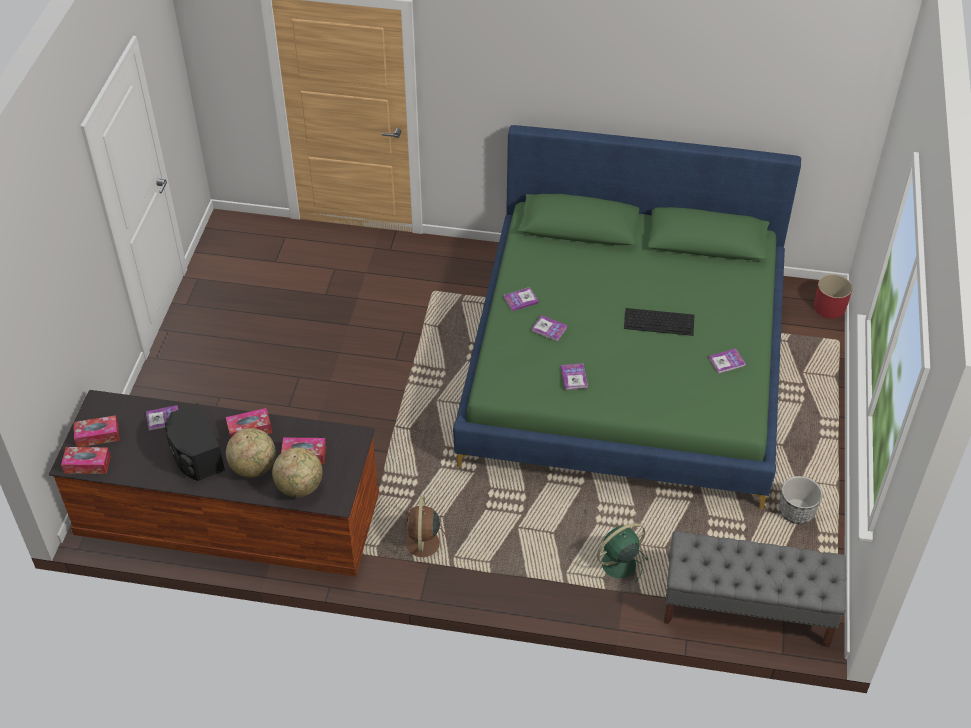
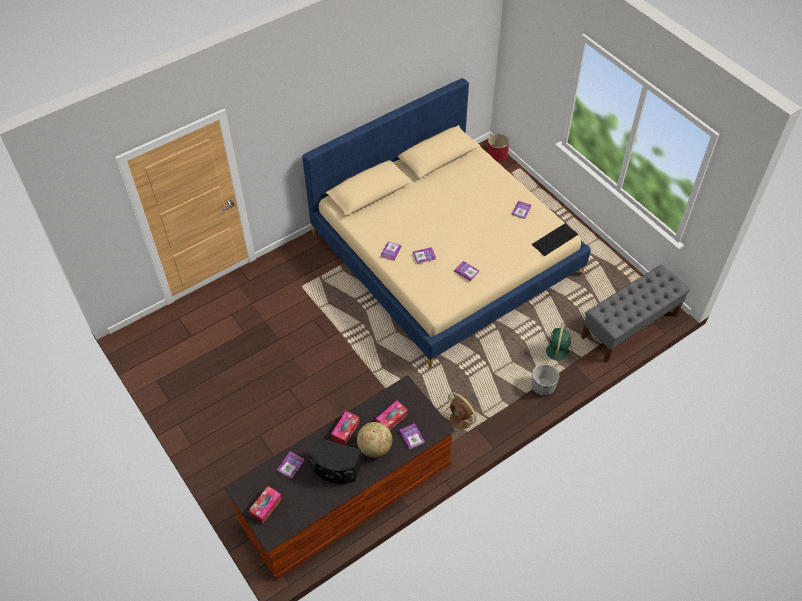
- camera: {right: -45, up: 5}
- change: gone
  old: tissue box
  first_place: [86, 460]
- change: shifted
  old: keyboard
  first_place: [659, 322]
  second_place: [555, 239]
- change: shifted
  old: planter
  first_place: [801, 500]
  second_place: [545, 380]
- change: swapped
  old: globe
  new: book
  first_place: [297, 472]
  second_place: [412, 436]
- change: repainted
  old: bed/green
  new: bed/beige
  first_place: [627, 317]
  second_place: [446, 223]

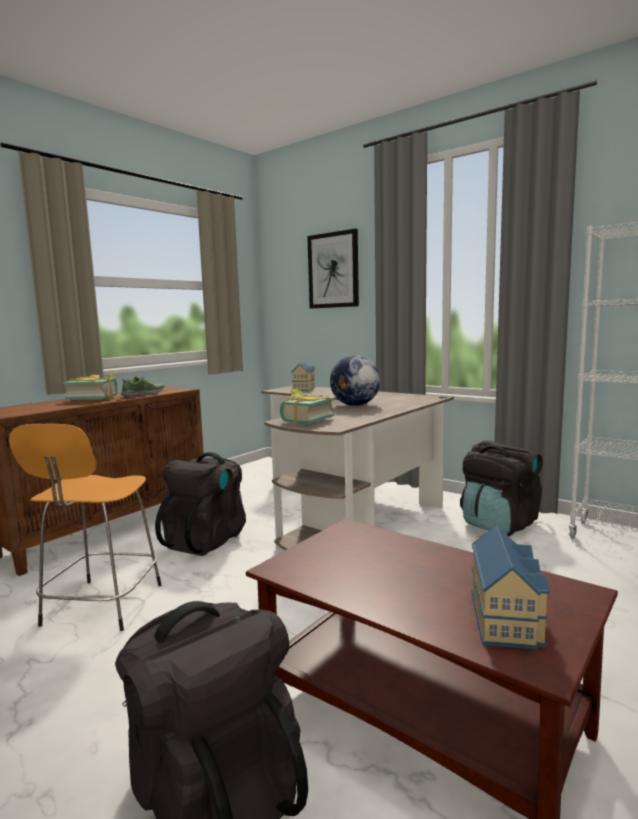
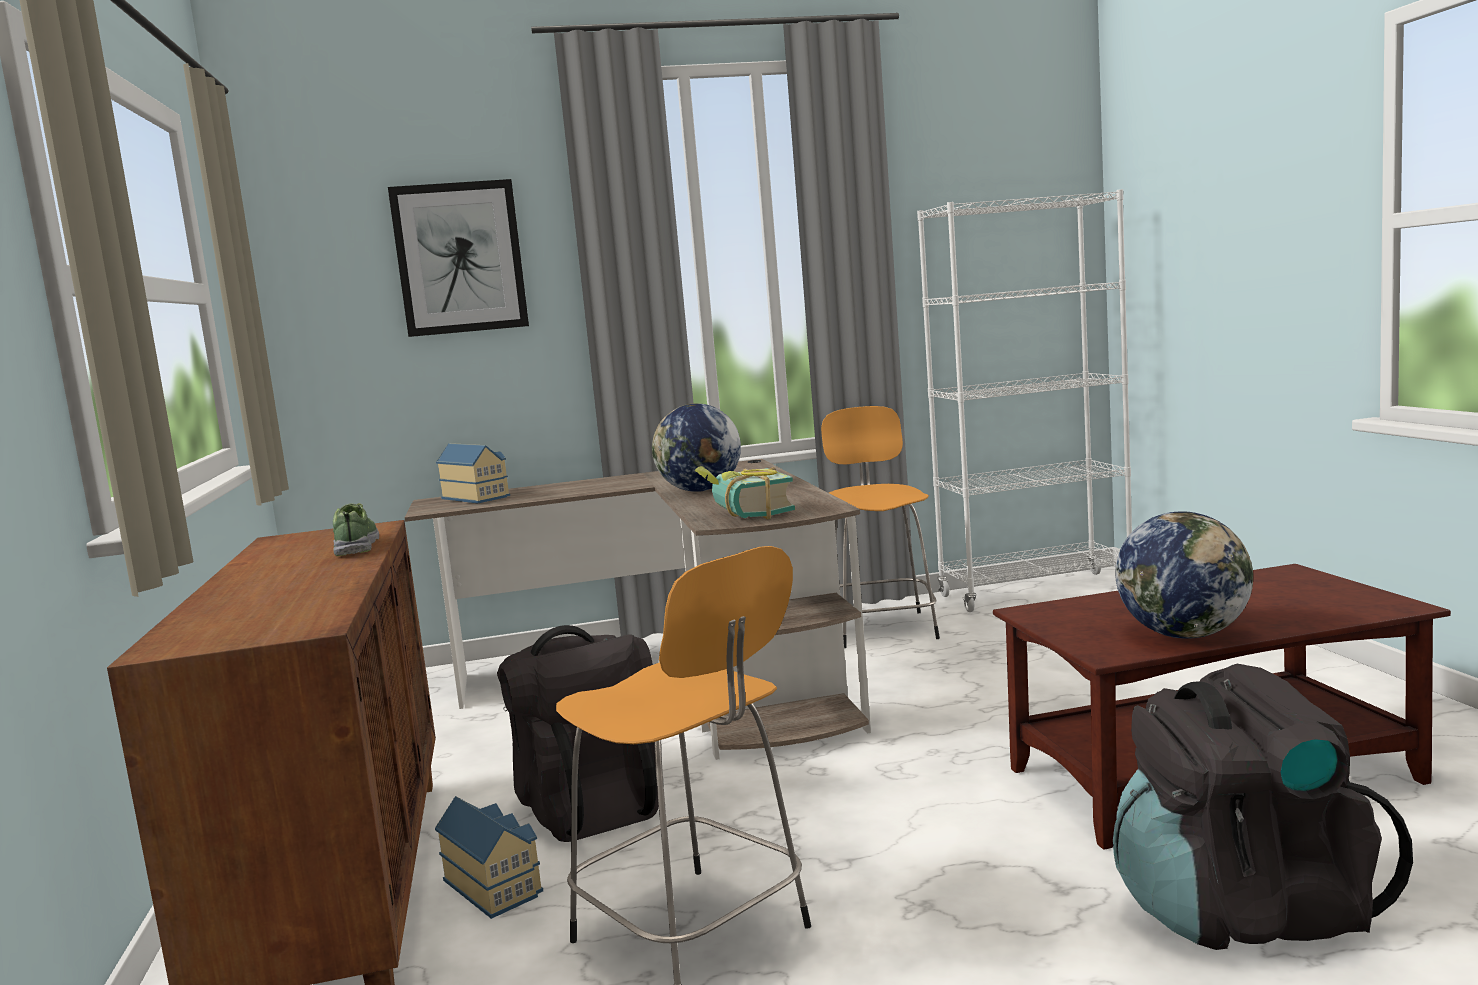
- camera: {right: -50, up: 0}
- change: gone
  old: book
  first_place: [90, 385]
- change: new
  new: globe
  second_place: [1184, 575]
- change: shifted
  old: toy house
  first_place: [510, 587]
  second_place: [489, 857]
- change: swapped
  old: backpack/black
  new: stool/orange
  first_place: [501, 488]
  second_place: [880, 527]

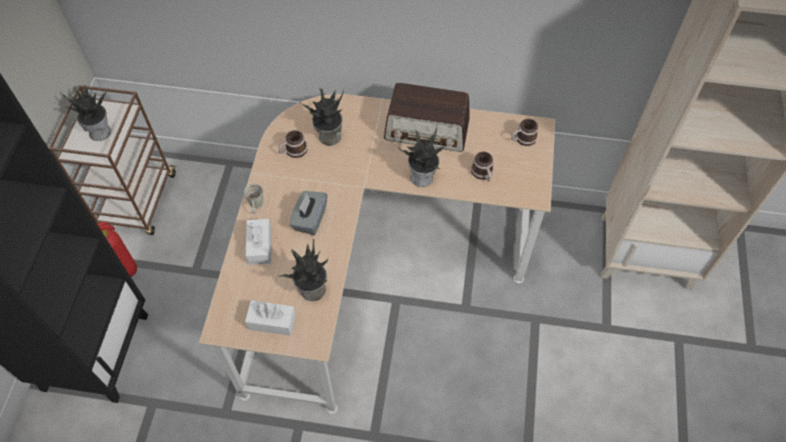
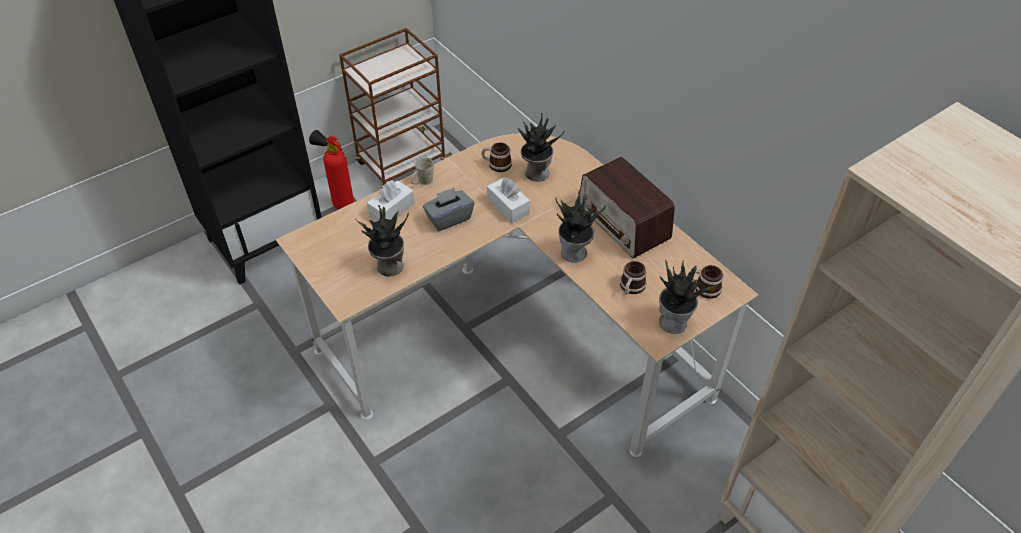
- camera: {right: 45, up: -10}
- change: shifted
  old: potted plant
  first_place: [86, 113]
  second_place: [688, 297]
- change: shifted
  old: tissue box/white
  first_place: [270, 318]
  second_place: [508, 200]

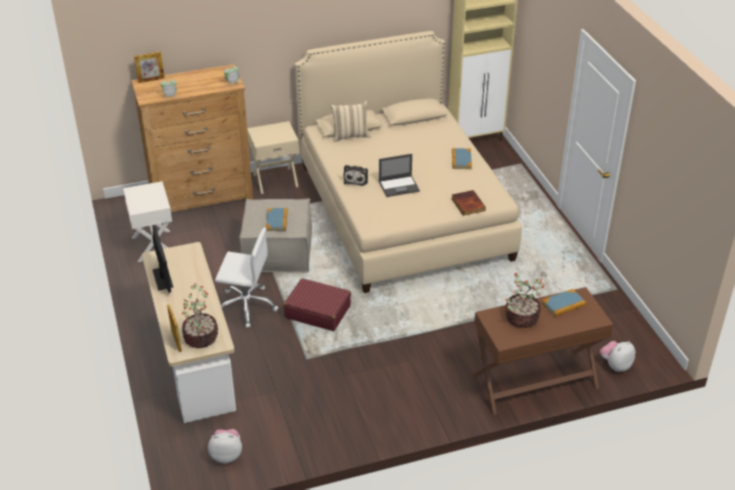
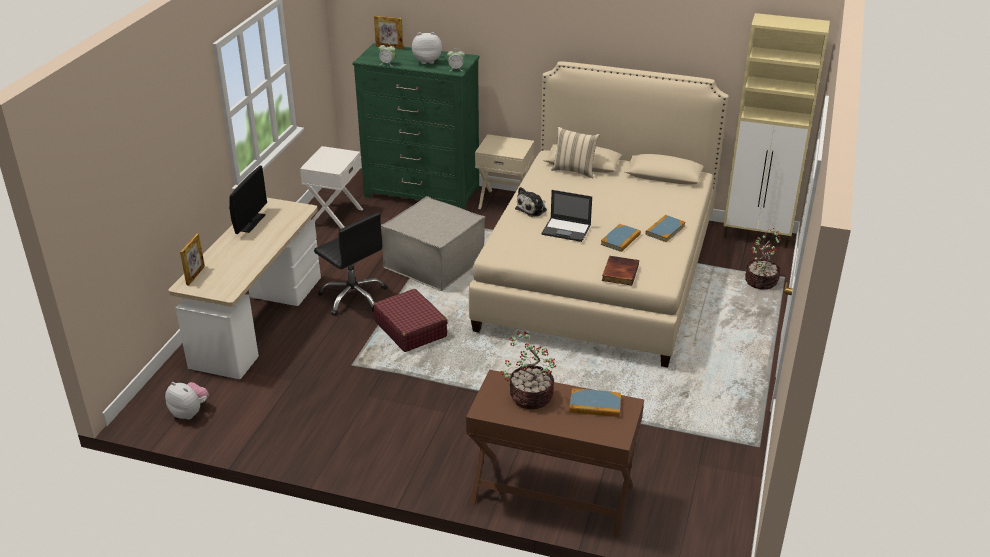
- camera: {right: 35, up: -5}
- change: shifted
  old: potted plant
  first_place: [200, 315]
  second_place: [763, 259]
- change: shifted
  old: book
  first_place: [276, 219]
  second_place: [621, 238]
- change: shifted
  old: plush toy
  first_place: [617, 356]
  second_place: [427, 48]
- change: repainted
  old: dresser/brown
  new: dresser/green
  first_place: [192, 138]
  second_place: [416, 126]
- change: repainted
  old: office chair/white
  new: office chair/black
  first_place: [246, 278]
  second_place: [350, 264]

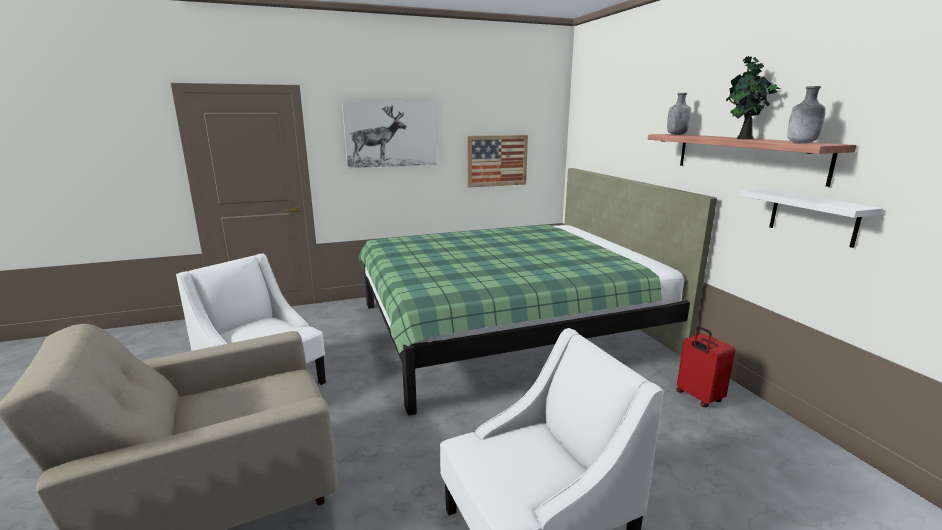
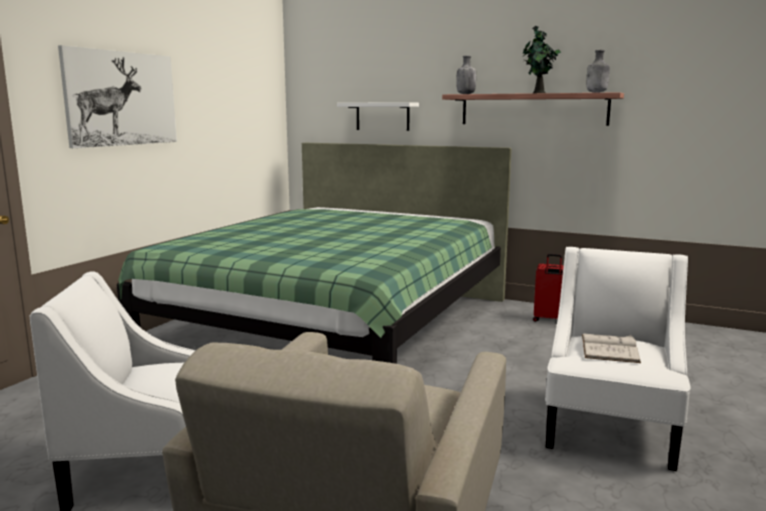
- camera: {right: -45, up: -5}
- change: gone
  old: picture
  first_place: [497, 161]
- change: new
  new: book/white
  second_place: [611, 348]
- change: shifted
  old: shelf/white
  first_place: [811, 218]
  second_place: [378, 116]

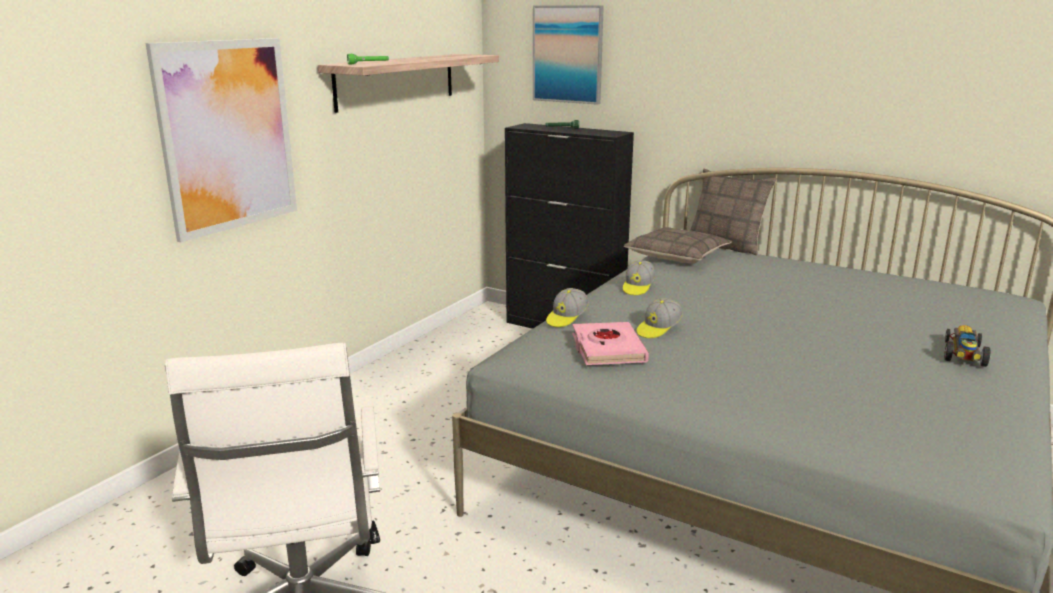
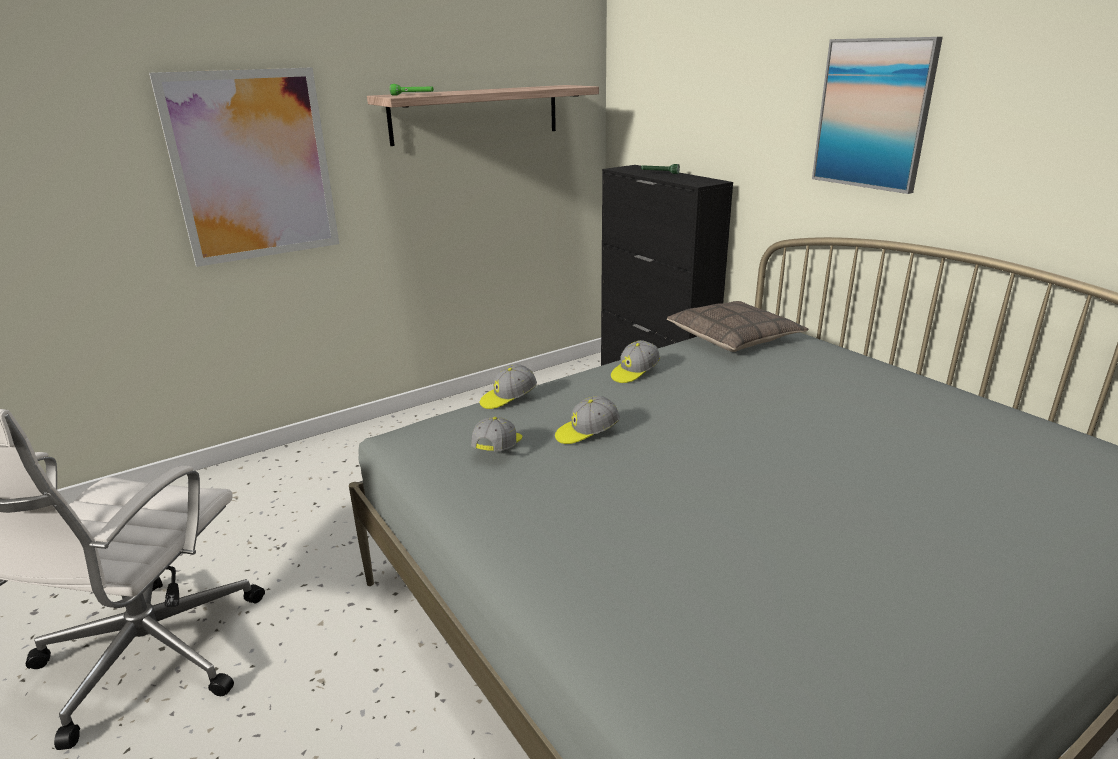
- camera: {right: 25, up: 5}
- change: gone
  old: pillow
  first_place: [733, 212]
- change: gone
  old: toy car
  first_place: [967, 346]
- change: shifted
  old: picture
  first_place: [568, 55]
  second_place: [877, 115]
- change: swapped
  old: book/pink
  new: cap
  first_place: [610, 343]
  second_place: [496, 434]

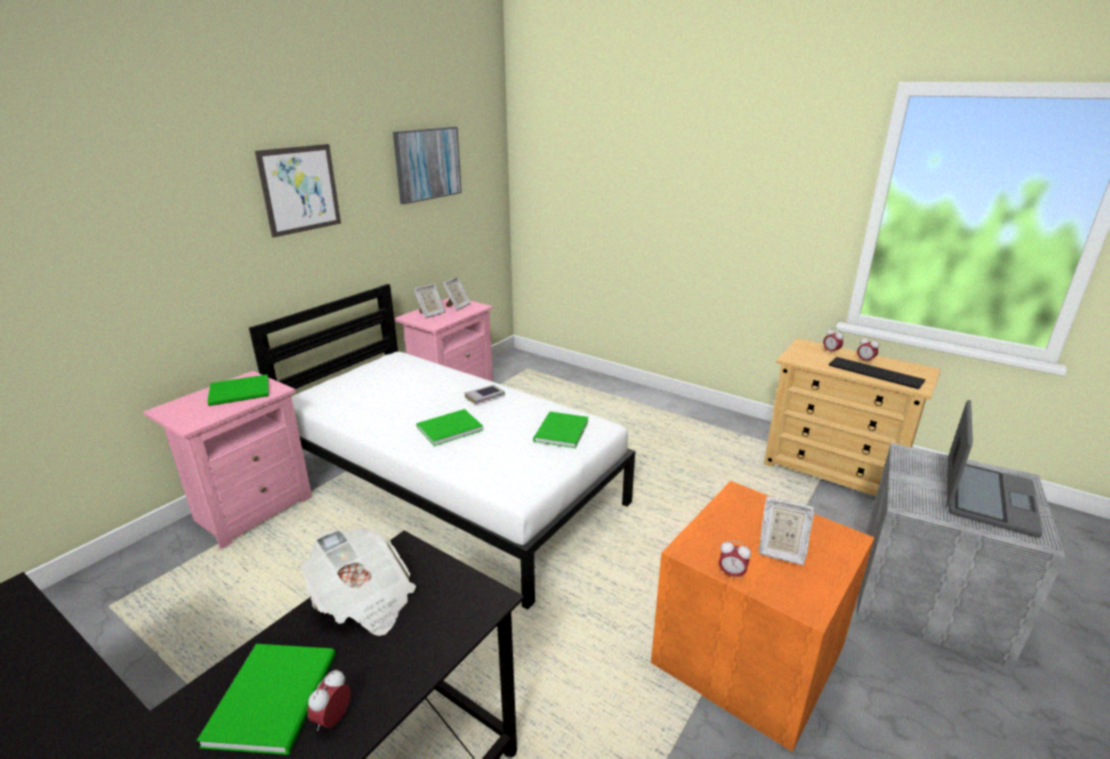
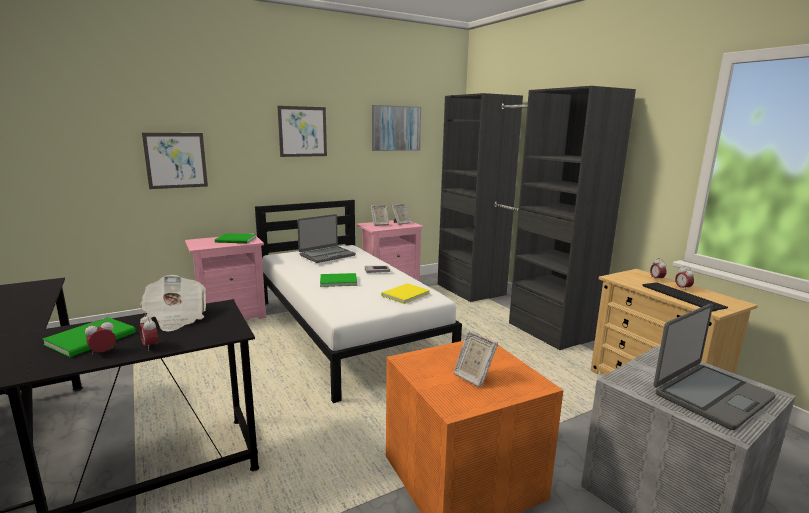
- camera: {right: 25, up: -10}
- change: new
  new: picture
  second_place: [175, 161]
- change: new
  new: laptop
  second_place: [326, 238]
- change: new
  new: wardrobe/black
  second_place: [537, 218]
- change: shifted
  old: alarm clock
  first_place: [735, 560]
  second_place: [148, 332]
- change: repainted
  old: book/green
  new: book/yellow
  first_place: [561, 430]
  second_place: [405, 293]

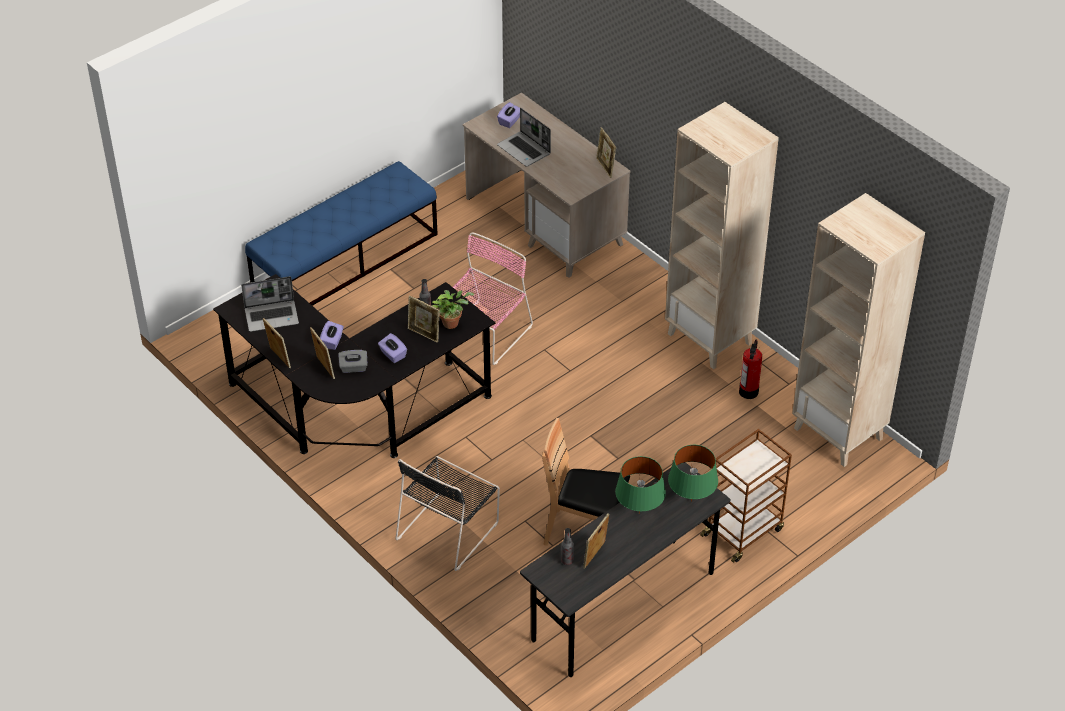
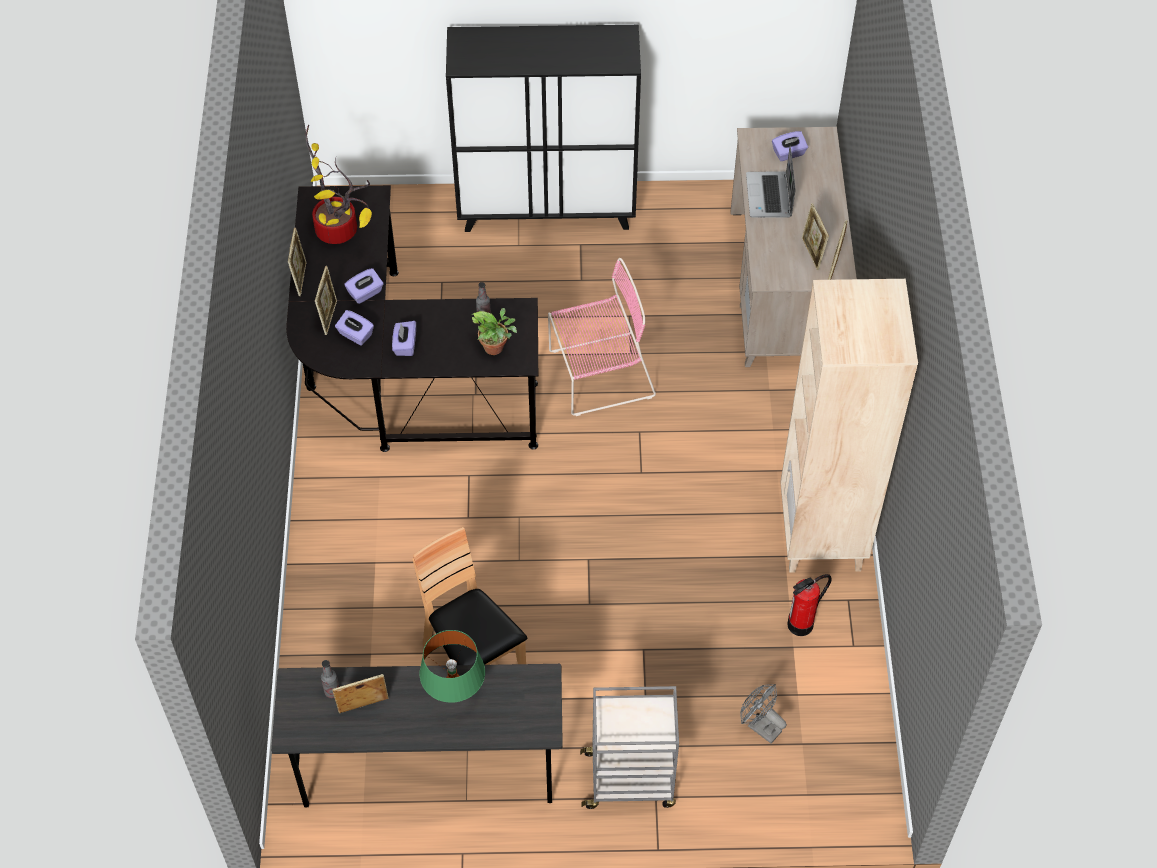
- camera: {right: 40, up: 10}
- change: gone
  old: chair/black
  first_place: [447, 513]
- change: gone
  old: table lamp/green
  first_place: [693, 473]
- change: gone
  old: bookcase/beige
  first_place: [858, 330]
- change: new
  new: fan/grey
  second_place: [763, 714]
- change: shifted
  old: picture frame
  first_place: [424, 319]
  second_place: [815, 236]
- change: swapped
  old: laptop
  new: potted plant
  first_place: [270, 304]
  second_place: [338, 184]
- change: swapped
  old: bench/blue
  new: cabinet/black
  first_place: [341, 233]
  second_place: [543, 128]
- change: repainted
  old: tissue box/grey
  new: tissue box/purple
  first_place: [353, 361]
  second_place: [354, 327]
- change: repainted
  old: cart/brown
  new: cart/grey
  first_place: [746, 496]
  second_place: [629, 747]

